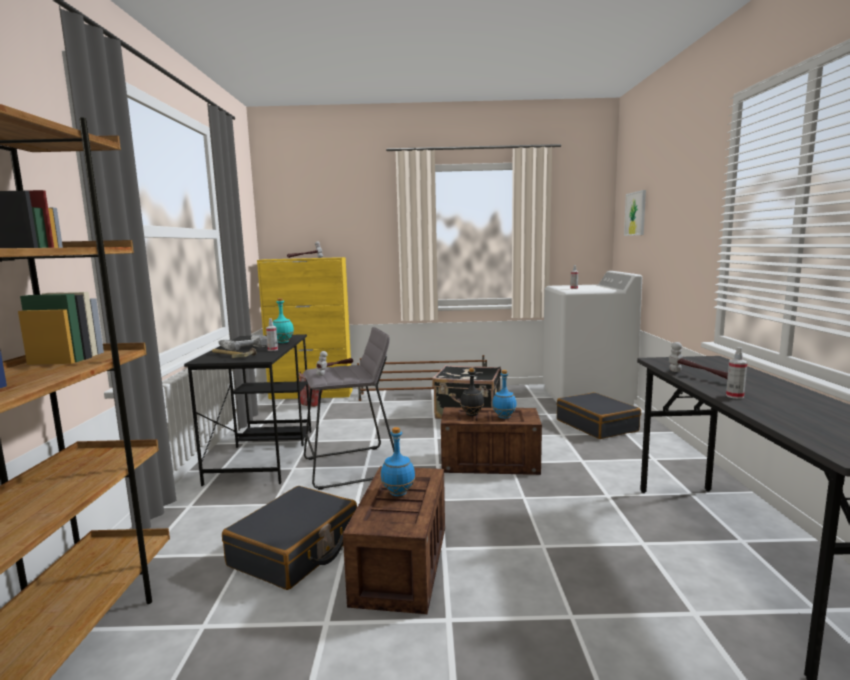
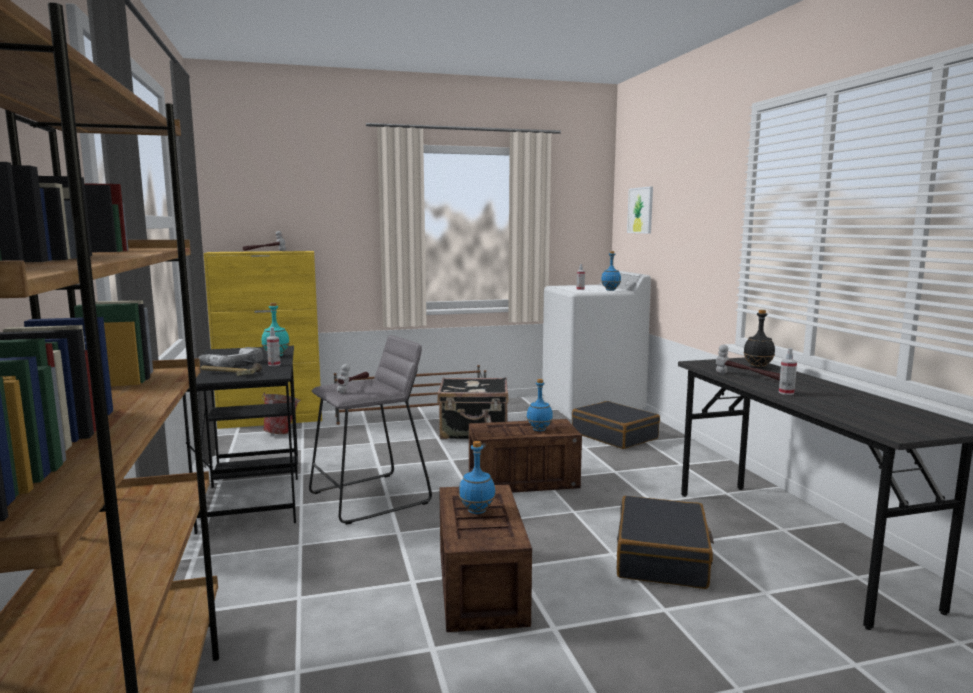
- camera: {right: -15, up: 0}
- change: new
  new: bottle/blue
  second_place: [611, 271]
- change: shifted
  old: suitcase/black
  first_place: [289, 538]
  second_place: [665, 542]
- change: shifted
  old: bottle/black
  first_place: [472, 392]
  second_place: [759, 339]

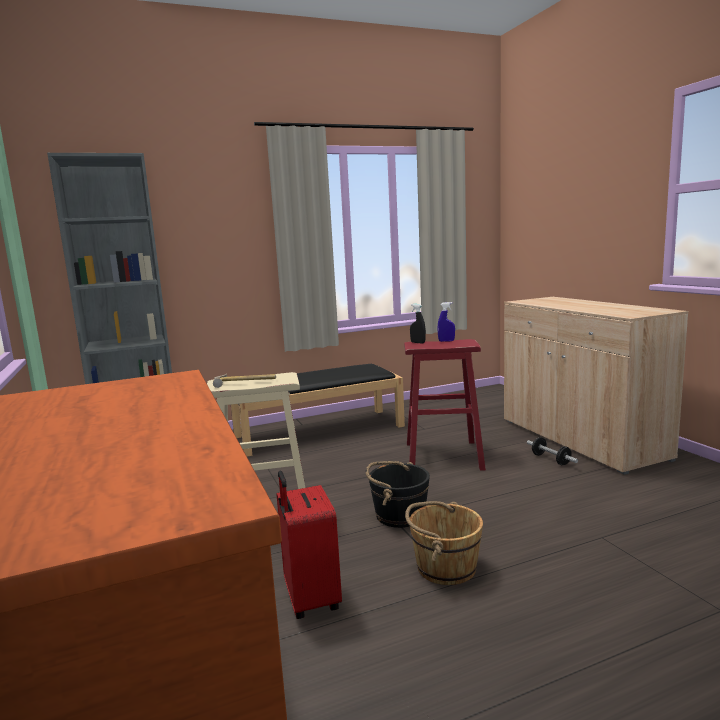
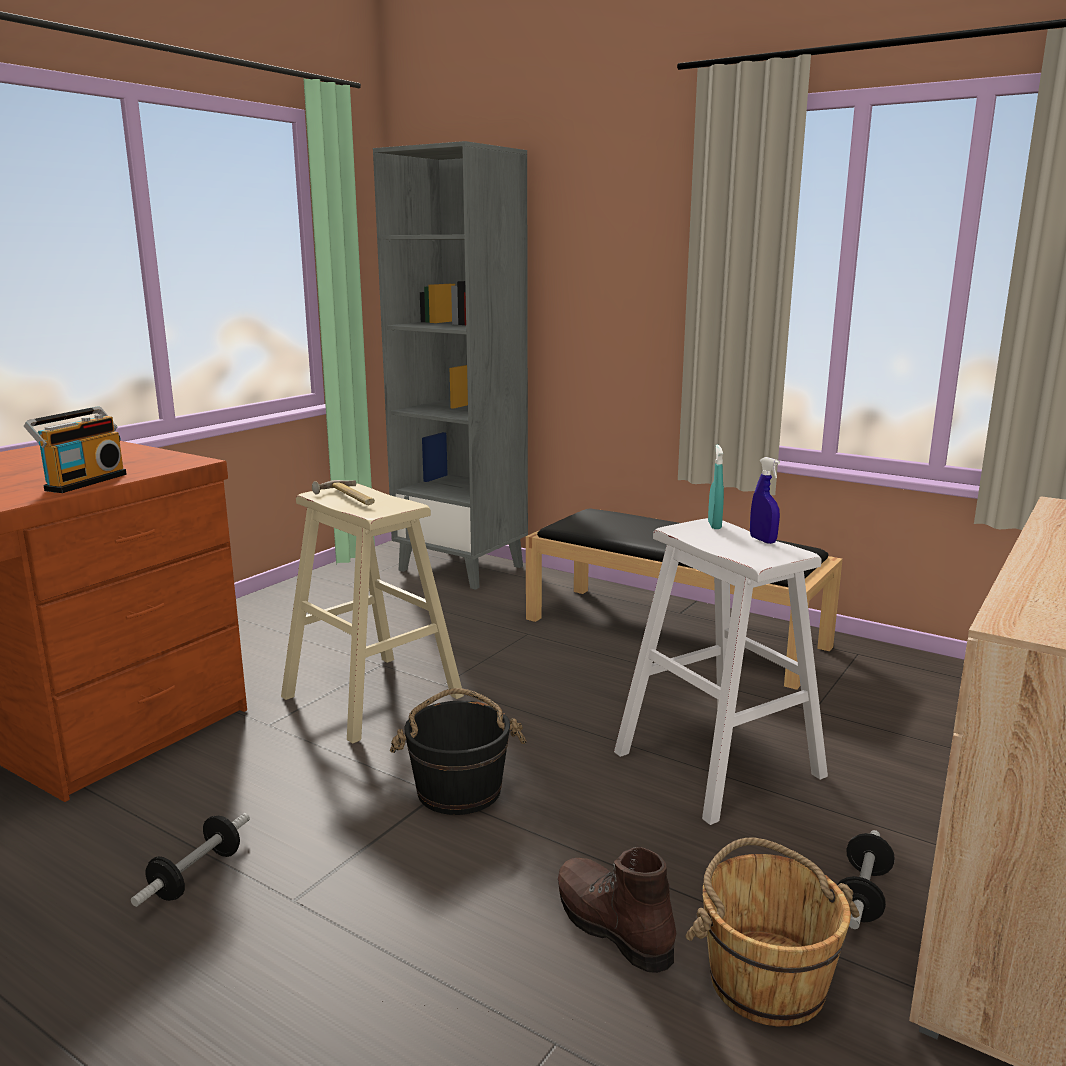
- camera: {right: 55, up: 5}
- change: gone
  old: suitcase/red
  first_place: [309, 545]
- change: new
  new: radio
  second_place: [75, 449]
- change: new
  new: dumbbell
  second_place: [190, 860]
- change: new
  new: boot/brown
  second_place: [617, 910]
- change: shifted
  old: bucket/brown
  first_place: [444, 543]
  second_place: [772, 932]
- change: repainted
  old: stool/red
  new: stool/white
  first_place: [445, 405]
  second_place: [721, 671]
- change: repainted
  old: spray bottle/black
  new: spray bottle/turquoise
  first_place: [418, 323]
  second_place: [716, 486]

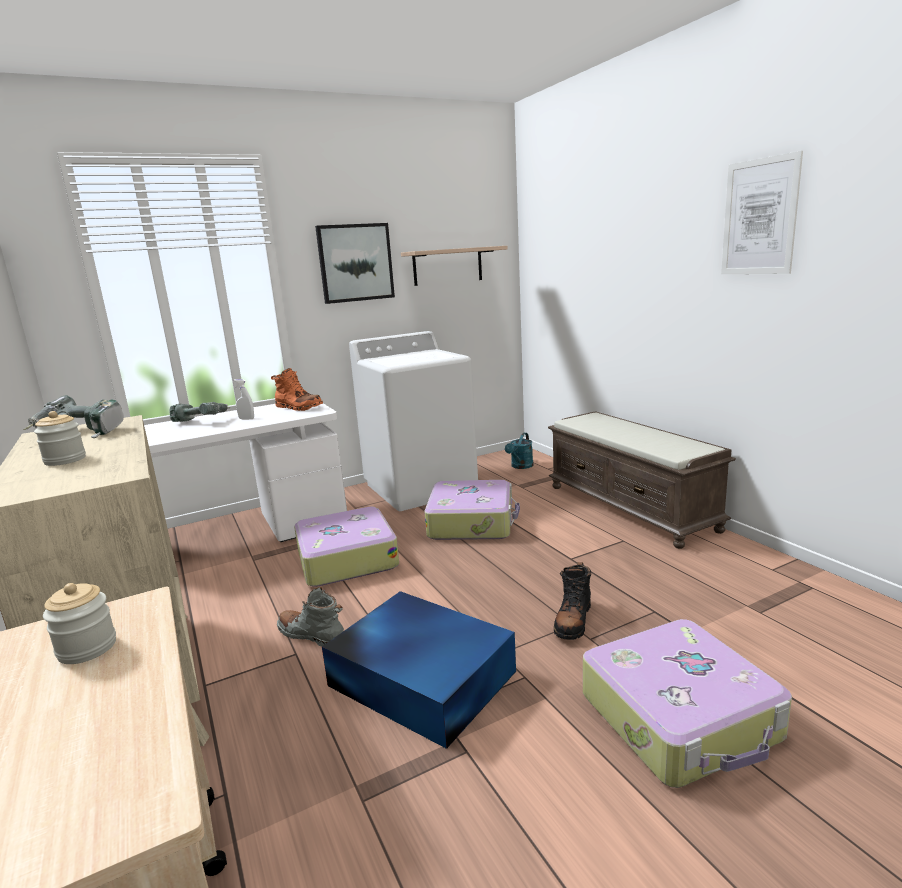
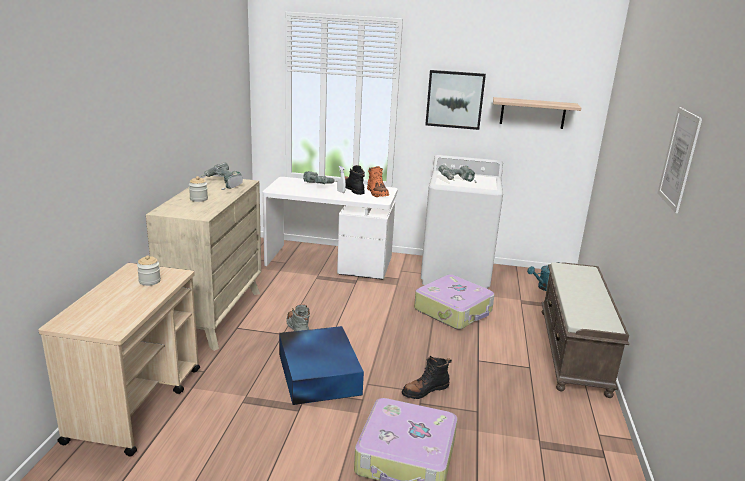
- camera: {right: 35, up: 5}
- change: gone
  old: suitcase
  first_place: [346, 547]
- change: new
  new: boot/black
  second_place: [355, 180]
- change: new
  new: power drill
  second_place: [457, 174]

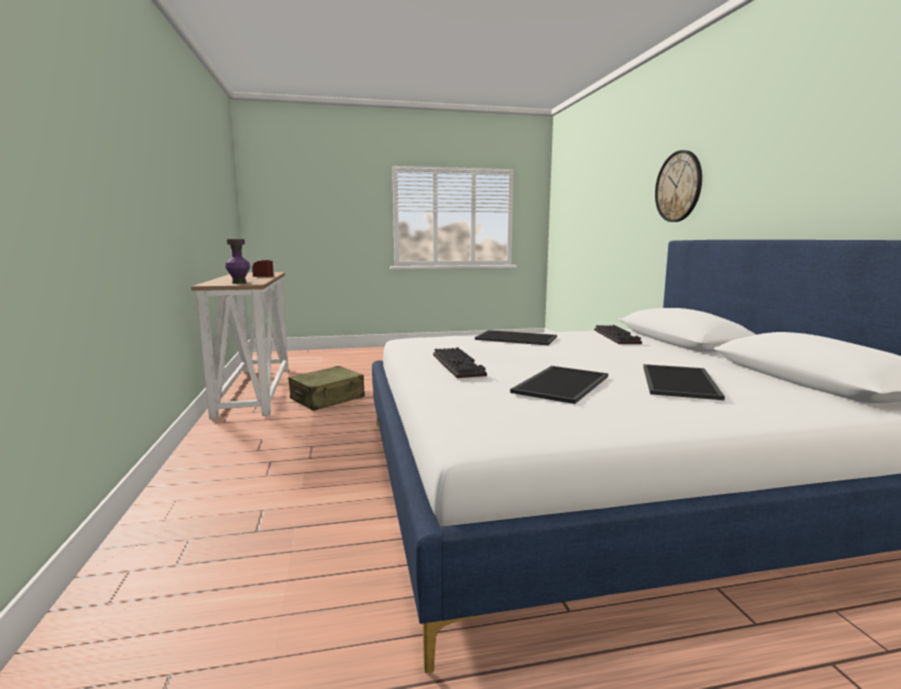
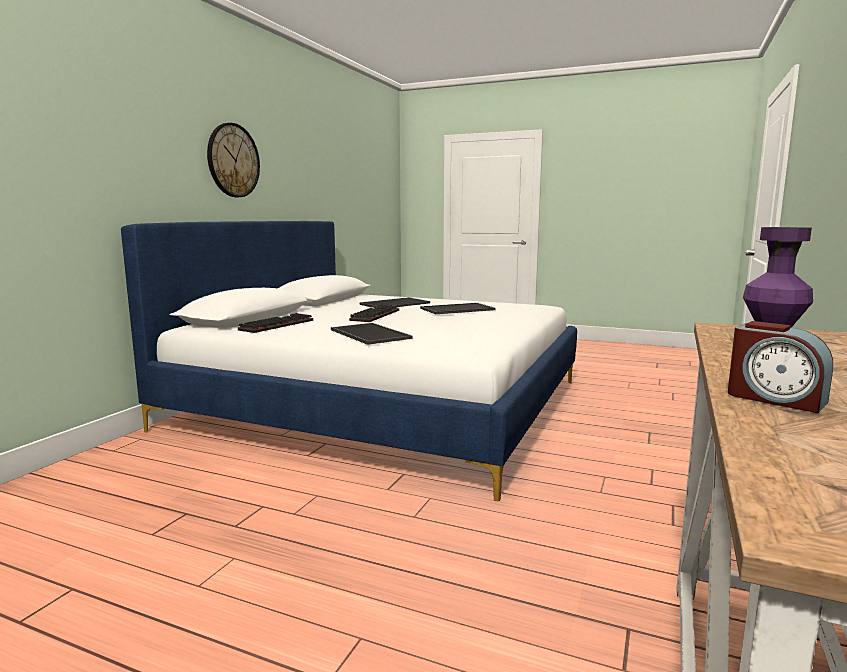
- camera: {right: -145, up: 0}
- change: gone
  old: suitcase/beige
  first_place: [326, 388]
- change: shifted
  old: keyboard
  first_place: [460, 362]
  second_place: [374, 313]
- change: shifted
  old: wall clock
  first_place: [678, 186]
  second_place: [233, 160]

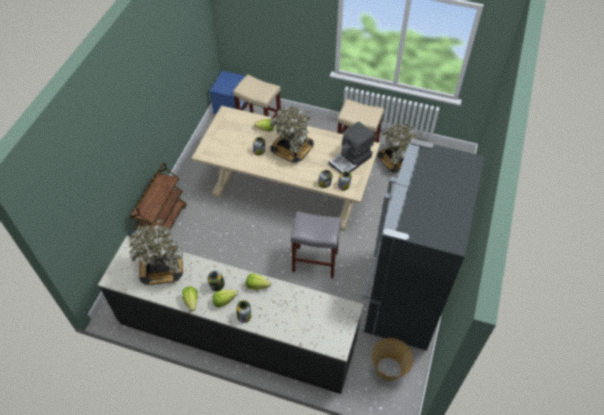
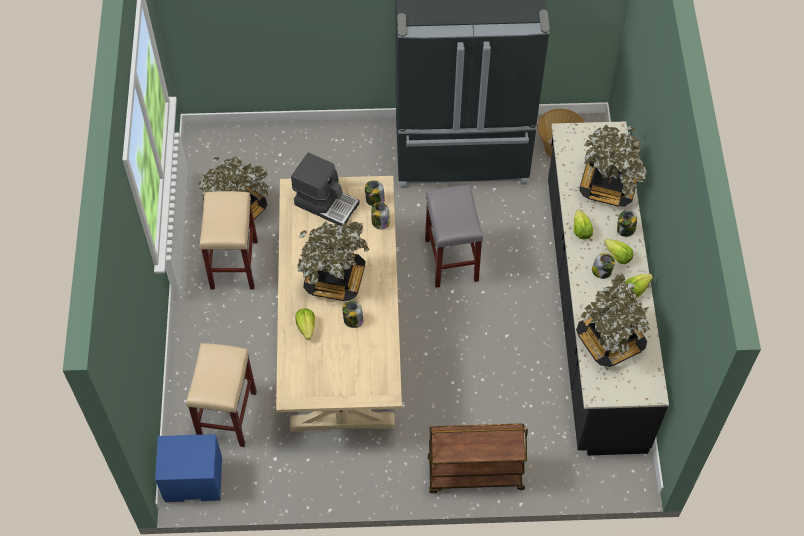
- camera: {right: -110, up: 5}
- change: new
  new: potted plant
  second_place: [613, 165]

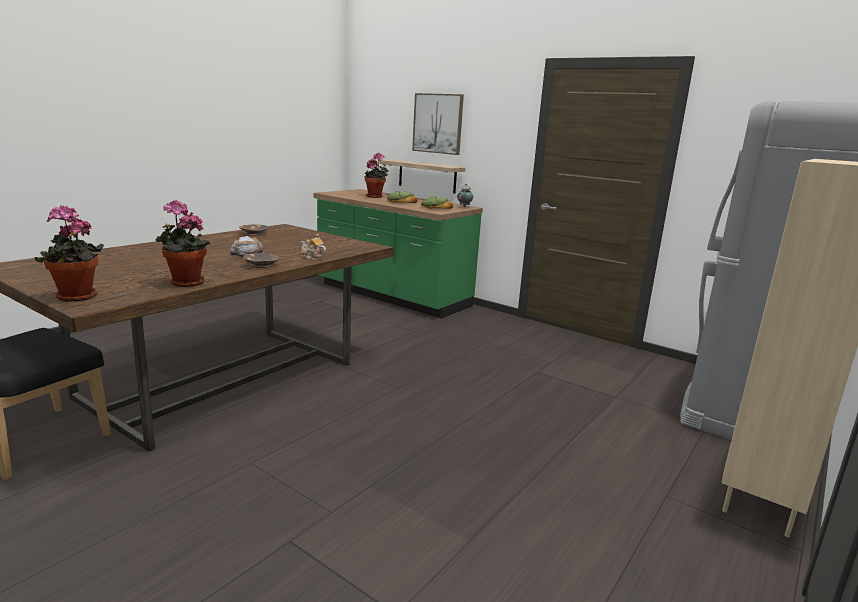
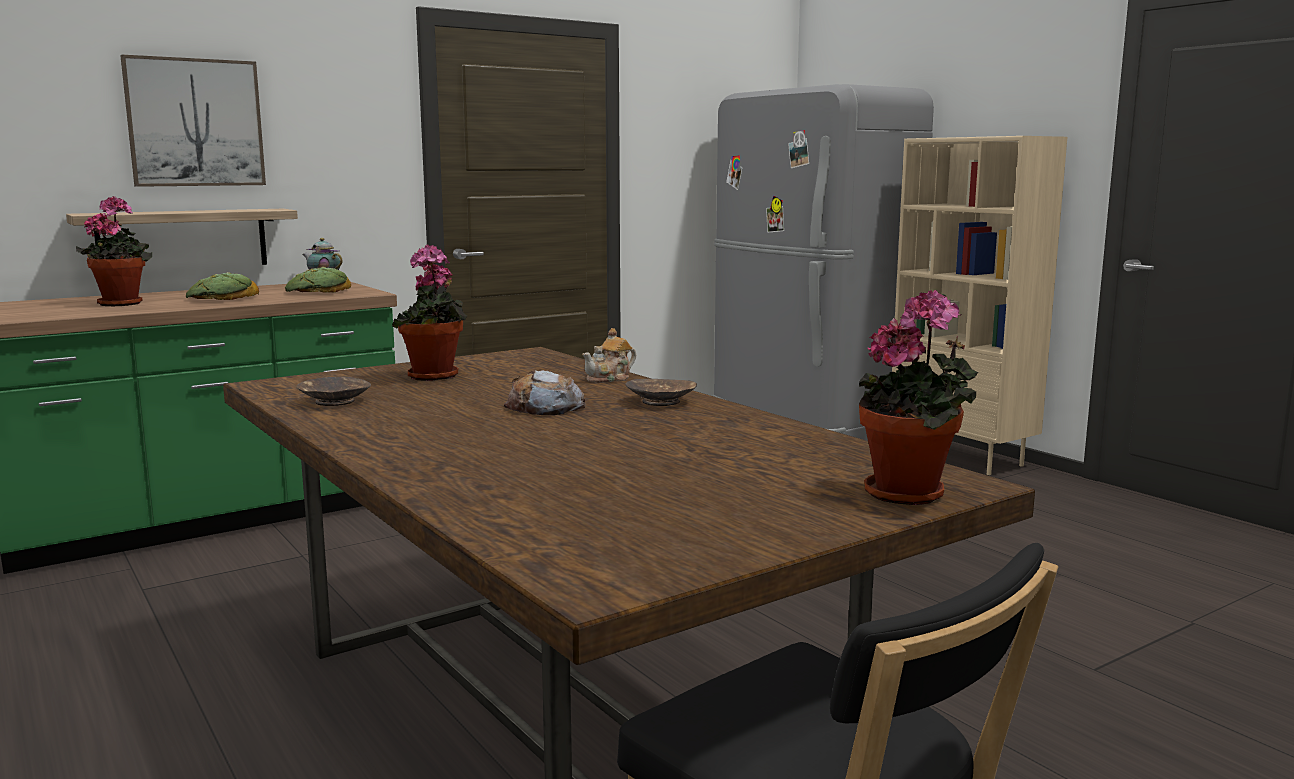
- camera: {right: -70, up: -5}
- change: shifted
  old: potted plant
  first_place: [183, 243]
  second_place: [429, 312]

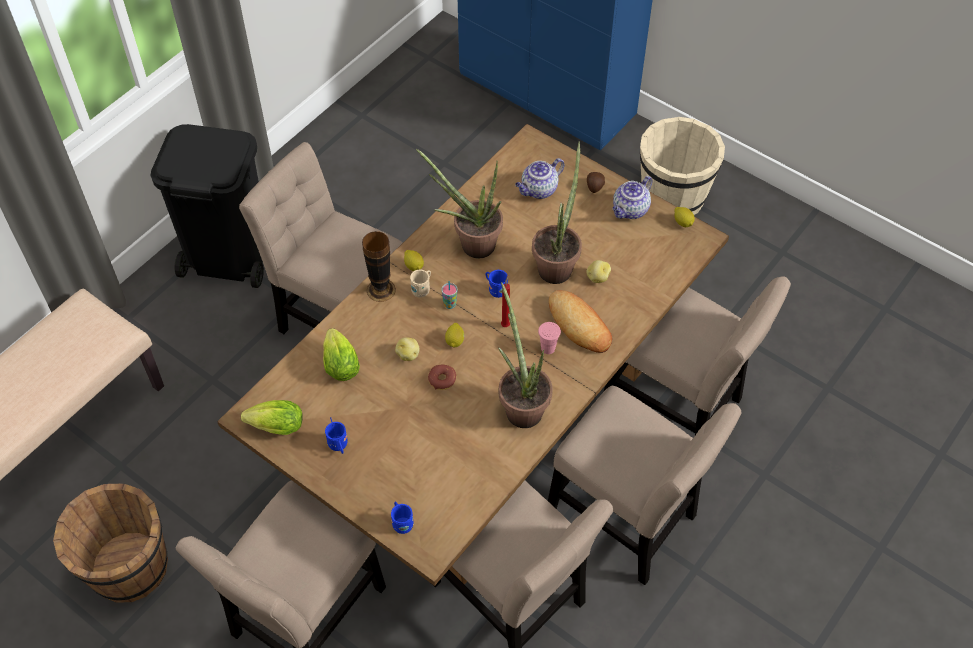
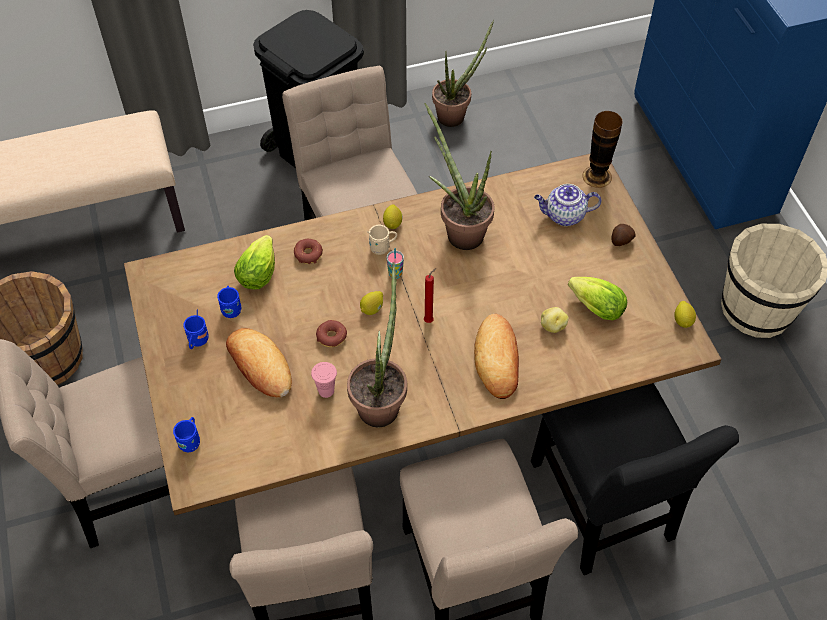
- camera: {right: 35, up: 0}
- change: gone
  old: potato
  first_place: [407, 349]
- change: gone
  old: teapot
  first_place: [632, 197]
- change: new
  new: bread
  second_place: [259, 362]
- change: new
  new: donut
  second_place: [308, 251]
- change: shifted
  old: lettuce
  first_place: [272, 417]
  second_place: [597, 298]
- change: shifted
  old: vase
  first_place: [379, 266]
  second_place: [602, 149]
- change: shifted
  old: mug/blue
  first_place: [496, 284]
  second_place: [229, 302]
- change: shifted
  old: potted plant
  first_place: [557, 212]
  second_place: [463, 73]
- change: shifted
  old: cup/pink
  first_place: [549, 338]
  second_place: [324, 380]
- change: repainted
  old: chair/beige
  new: chair/black
  first_place: [697, 355]
  second_place: [635, 479]

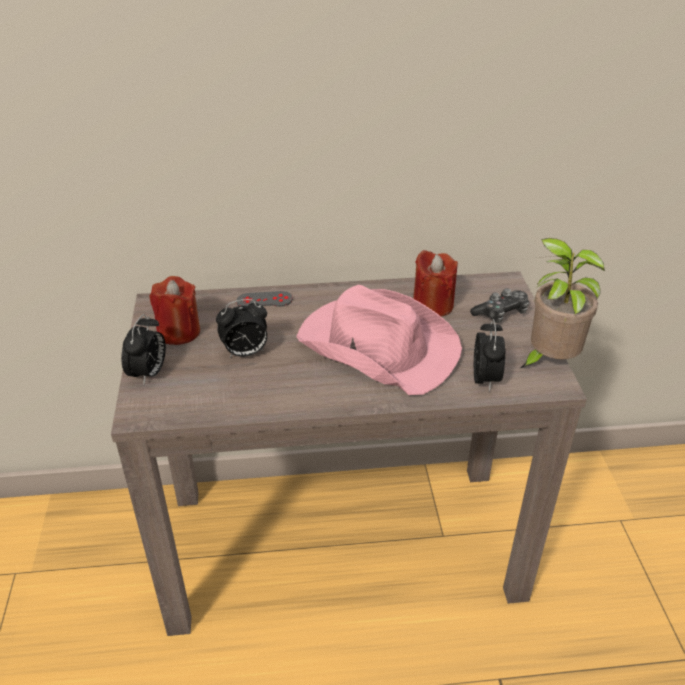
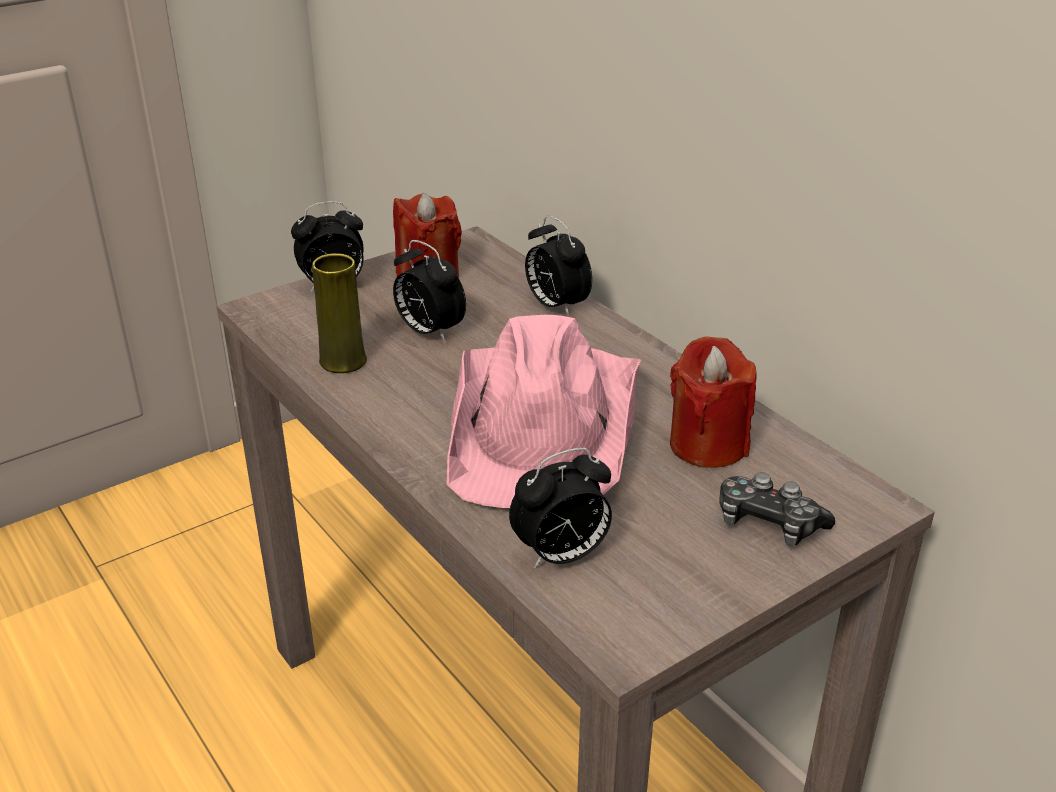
- camera: {right: 60, up: -5}
- change: gone
  old: potted plant
  first_place: [563, 303]
- change: new
  new: vase/yellow
  second_place: [339, 313]
- change: swapped
  old: game controller/grey
  new: alarm clock
  first_place: [264, 299]
  second_place: [558, 266]

